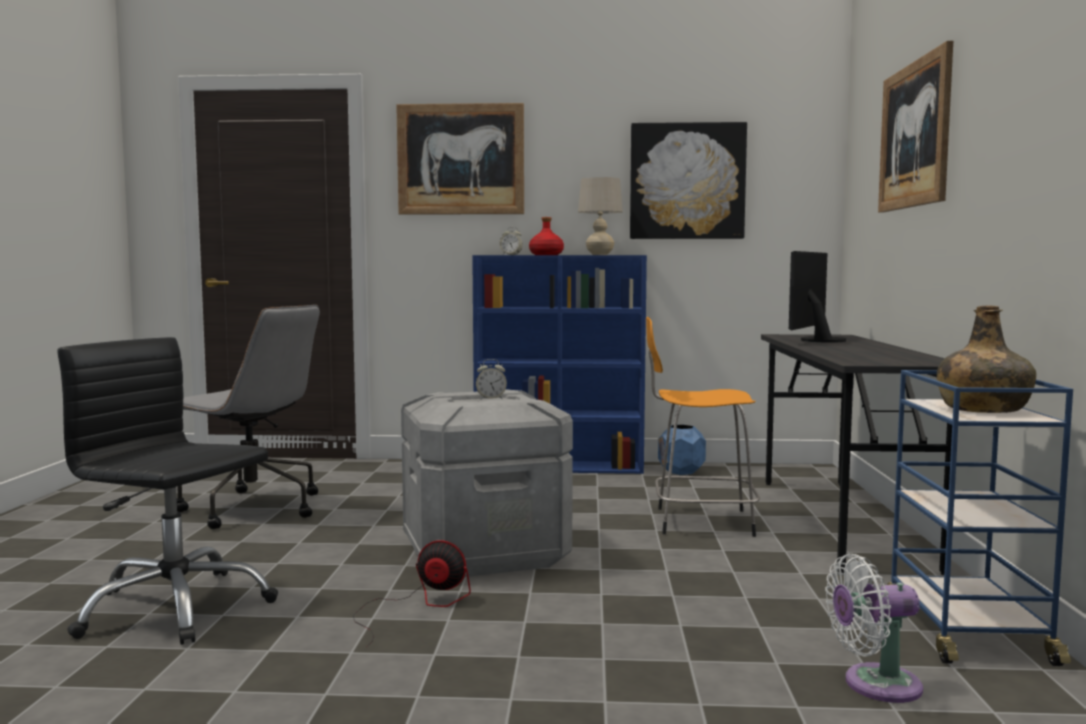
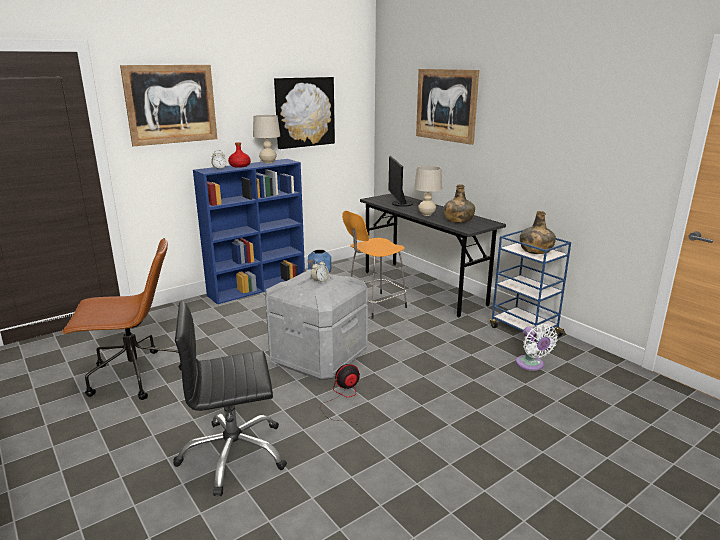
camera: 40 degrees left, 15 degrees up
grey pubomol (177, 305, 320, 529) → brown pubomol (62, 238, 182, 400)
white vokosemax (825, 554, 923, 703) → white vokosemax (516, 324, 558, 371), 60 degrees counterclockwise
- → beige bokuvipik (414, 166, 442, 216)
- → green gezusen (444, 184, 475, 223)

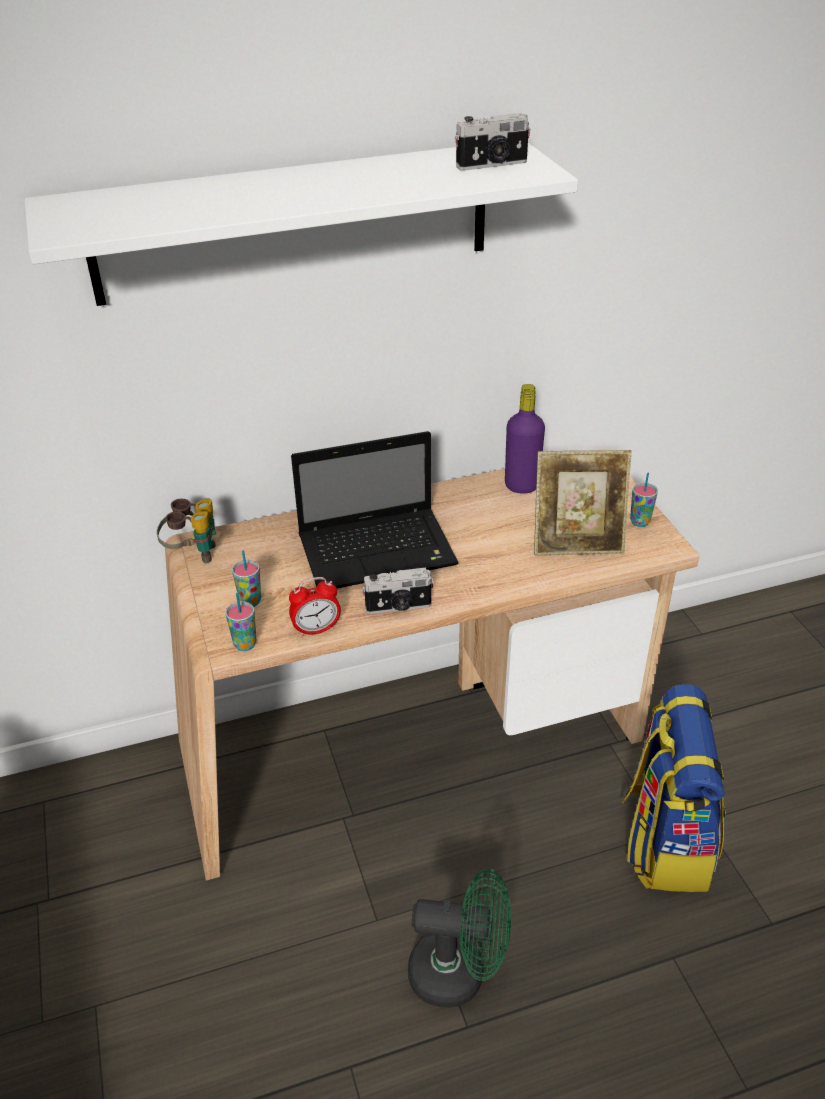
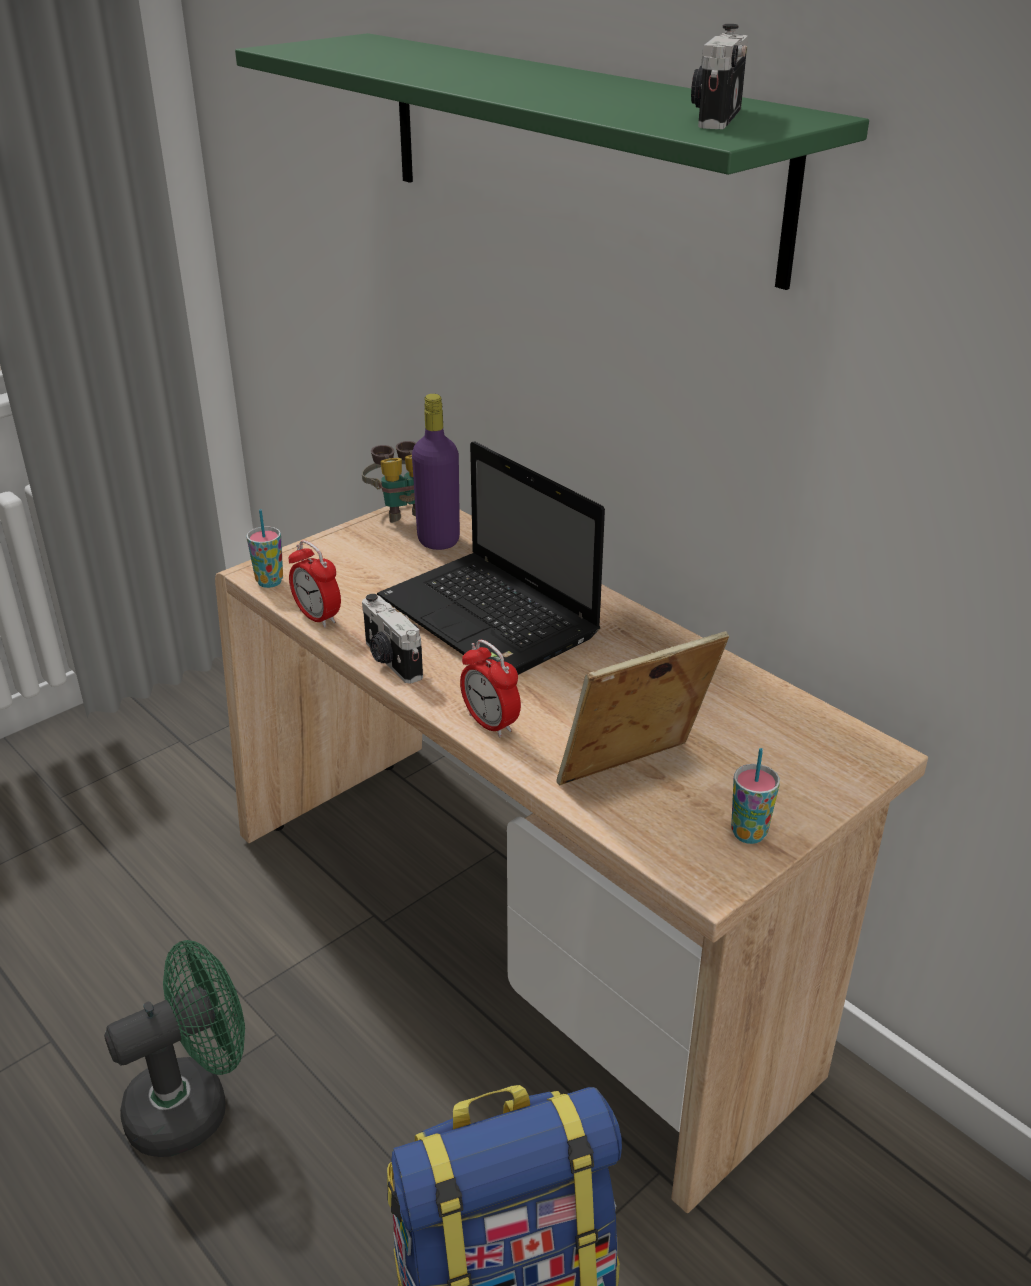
camera: 65 degrees right, 5 degrees down
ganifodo (455, 113, 531, 171) → ganifodo (691, 24, 748, 129), 60 degrees clockwise
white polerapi (25, 143, 578, 306) → green polerapi (235, 33, 869, 290)
purple gezusen (505, 384, 545, 494) → purple gezusen (412, 394, 460, 550), move
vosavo (534, 450, 632, 556) → vosavo (556, 631, 729, 786), 90 degrees clockwise
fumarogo (232, 550, 261, 607) → -
green vokosemax (408, 869, 511, 1008) → green vokosemax (104, 940, 245, 1157), 105 degrees counterclockwise
- → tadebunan (460, 640, 521, 737)

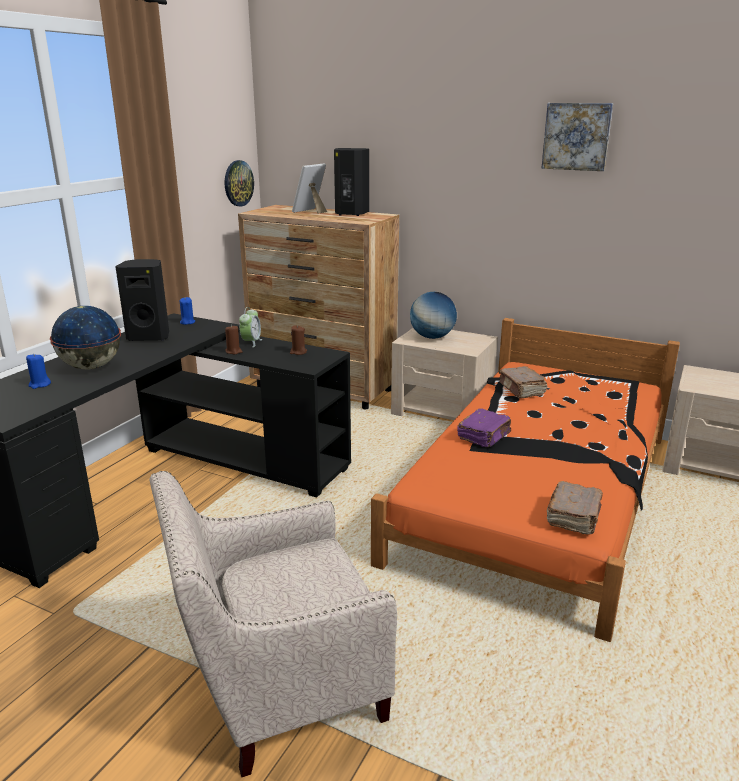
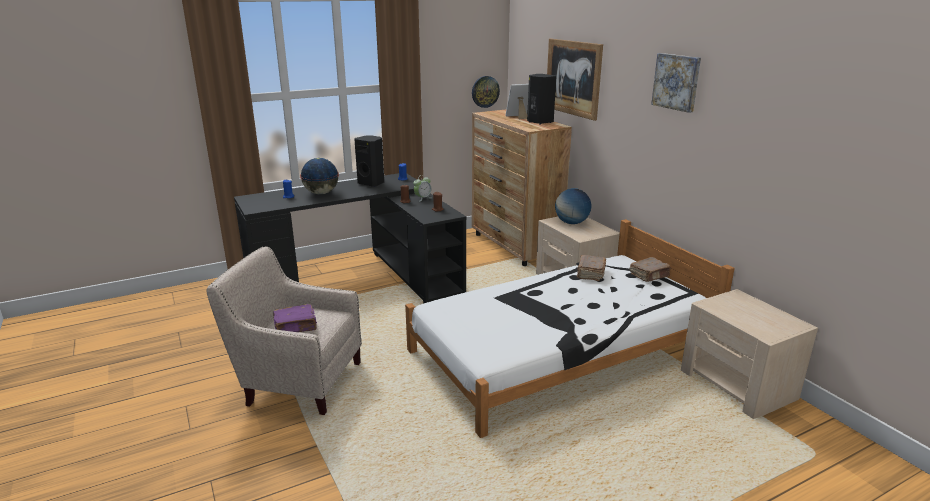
camera: 35 degrees right, 0 degrees up
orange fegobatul (371, 318, 680, 642) → white fegobatul (405, 219, 735, 438)
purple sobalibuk (457, 408, 511, 447) → purple sobalibuk (273, 304, 317, 332), move
brown sobalibuk (547, 481, 603, 535) → brown sobalibuk (630, 257, 671, 282), move
- → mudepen (547, 39, 603, 121)

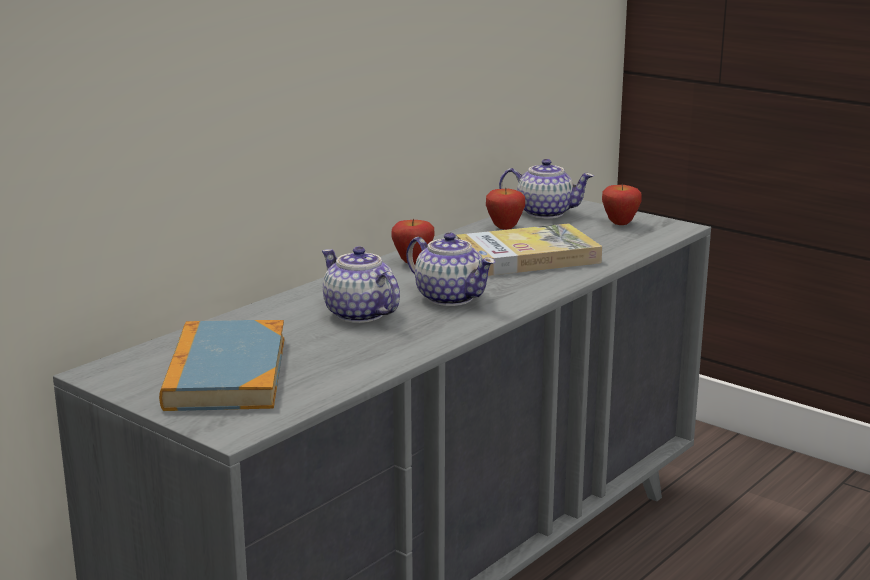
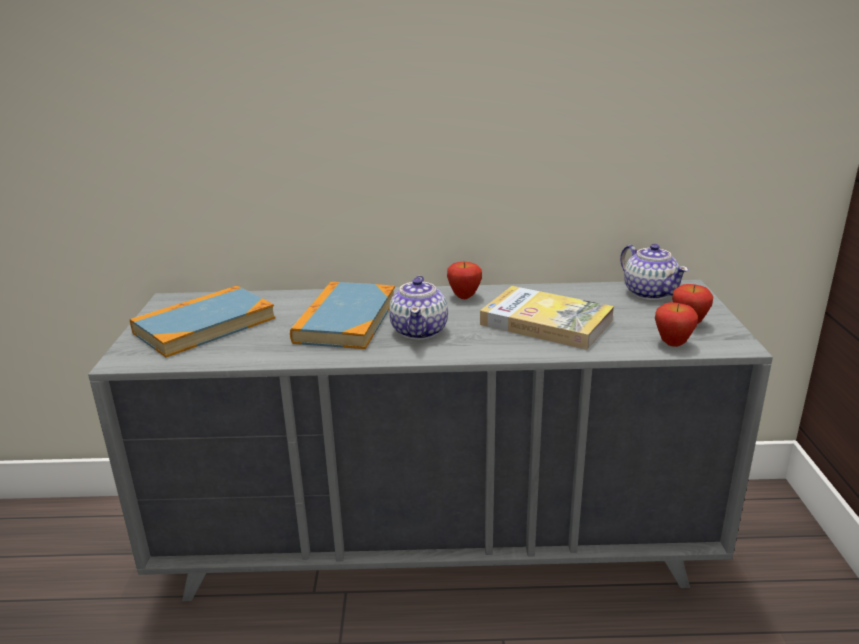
camera: 50 degrees right, 5 degrees up
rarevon (486, 187, 525, 230) → rarevon (655, 302, 698, 347), move
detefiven (322, 246, 400, 323) → sobalibuk (290, 282, 395, 349)

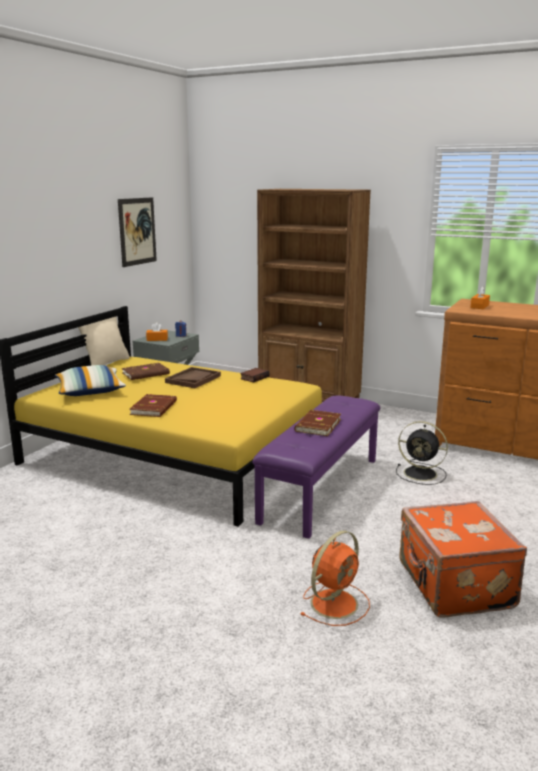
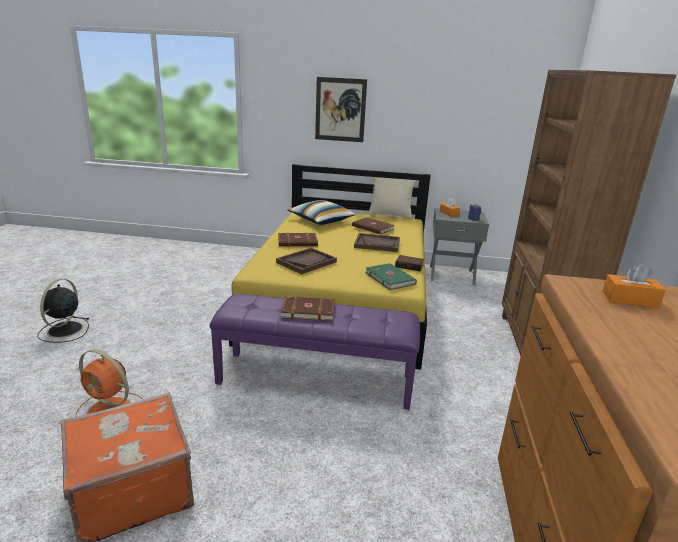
camera: 70 degrees right, 5 degrees up
mudepen (118, 197, 157, 267) → mudepen (315, 77, 367, 142), move
black vokosemax (396, 421, 448, 485) → black vokosemax (38, 279, 90, 343), move
- → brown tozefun (276, 248, 337, 274)
- → green sobalibuk (365, 263, 417, 290)

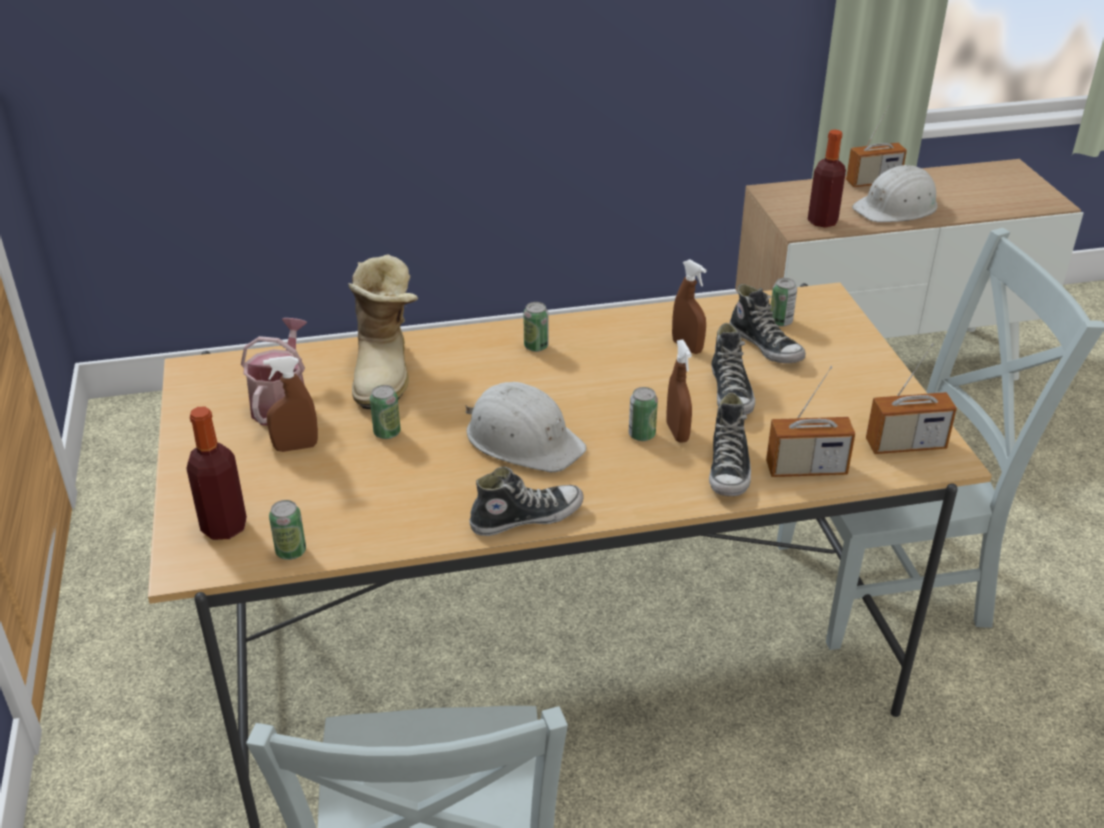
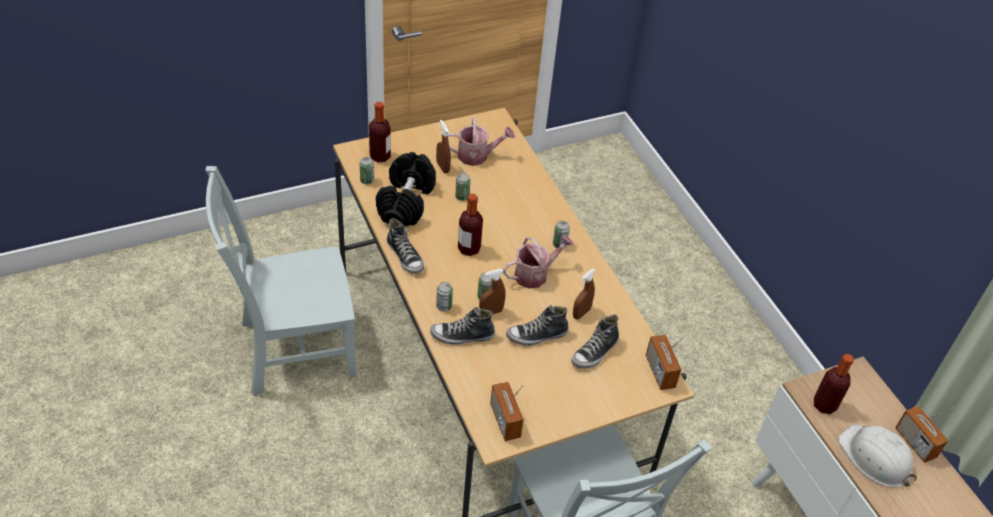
camera: 75 degrees right, 10 degrees up
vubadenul (348, 254, 418, 409) → -
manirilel (770, 278, 797, 327) → manirilel (436, 282, 453, 311), move
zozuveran (766, 366, 855, 477) → zozuveran (646, 334, 685, 390), move
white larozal (466, 382, 587, 472) → gezusen (458, 194, 483, 256)
- → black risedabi (376, 152, 436, 226)
- → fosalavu (503, 235, 574, 288)

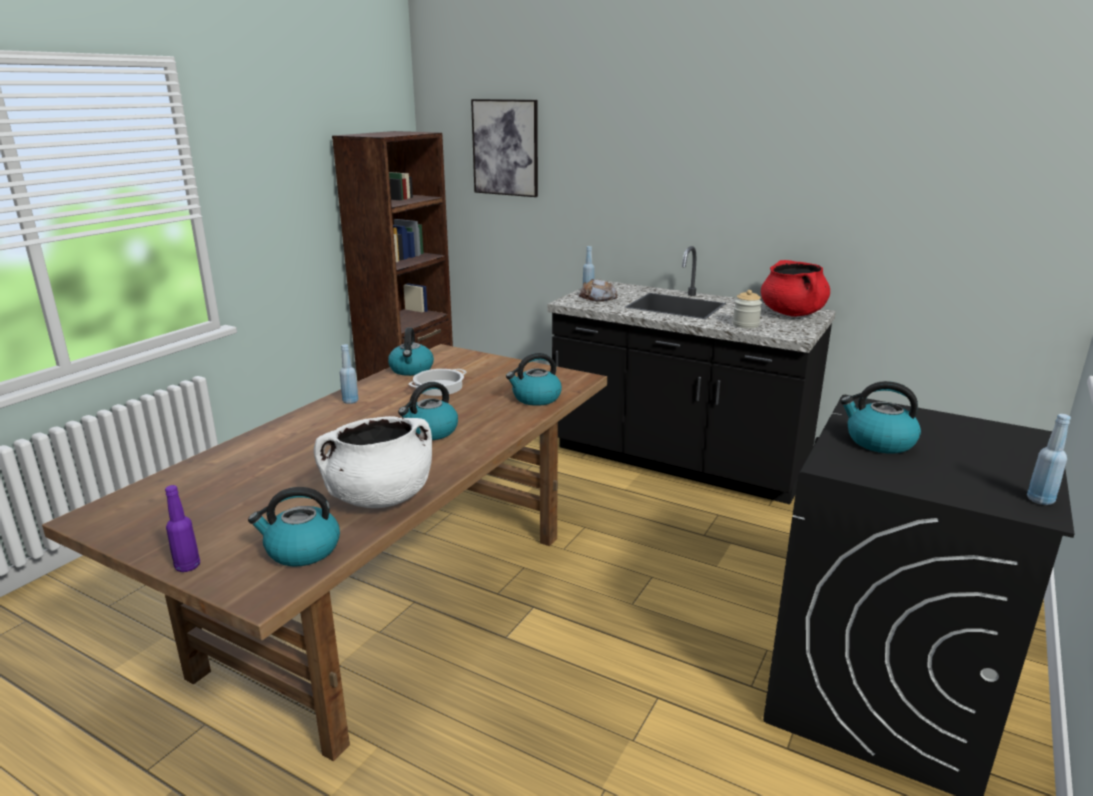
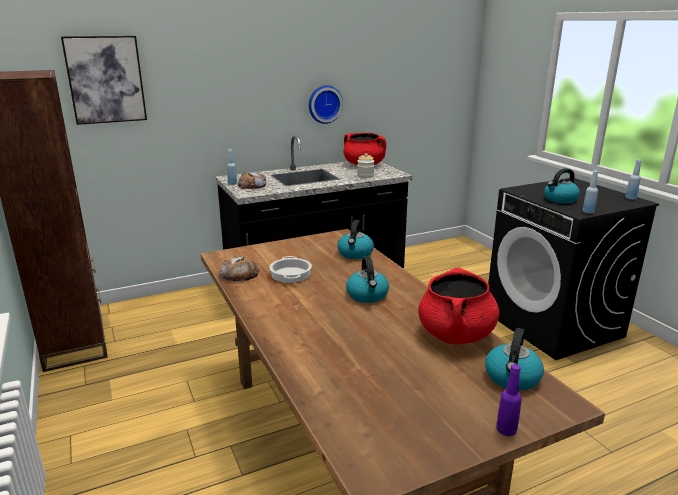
camera: 55 degrees left, 0 degrees up
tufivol (388, 328, 434, 376) → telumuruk (219, 256, 260, 282)
blue gezusen (340, 344, 359, 404) → blue gezusen (583, 171, 598, 214), move
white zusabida (314, 416, 432, 508) → red zusabida (418, 268, 500, 344)
- → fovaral (309, 85, 343, 124)

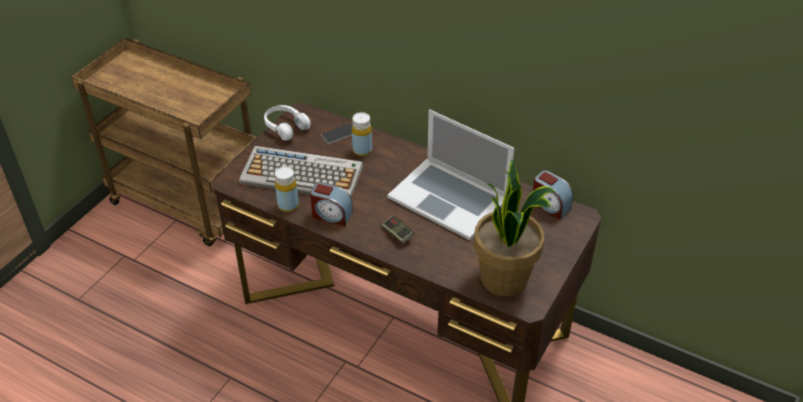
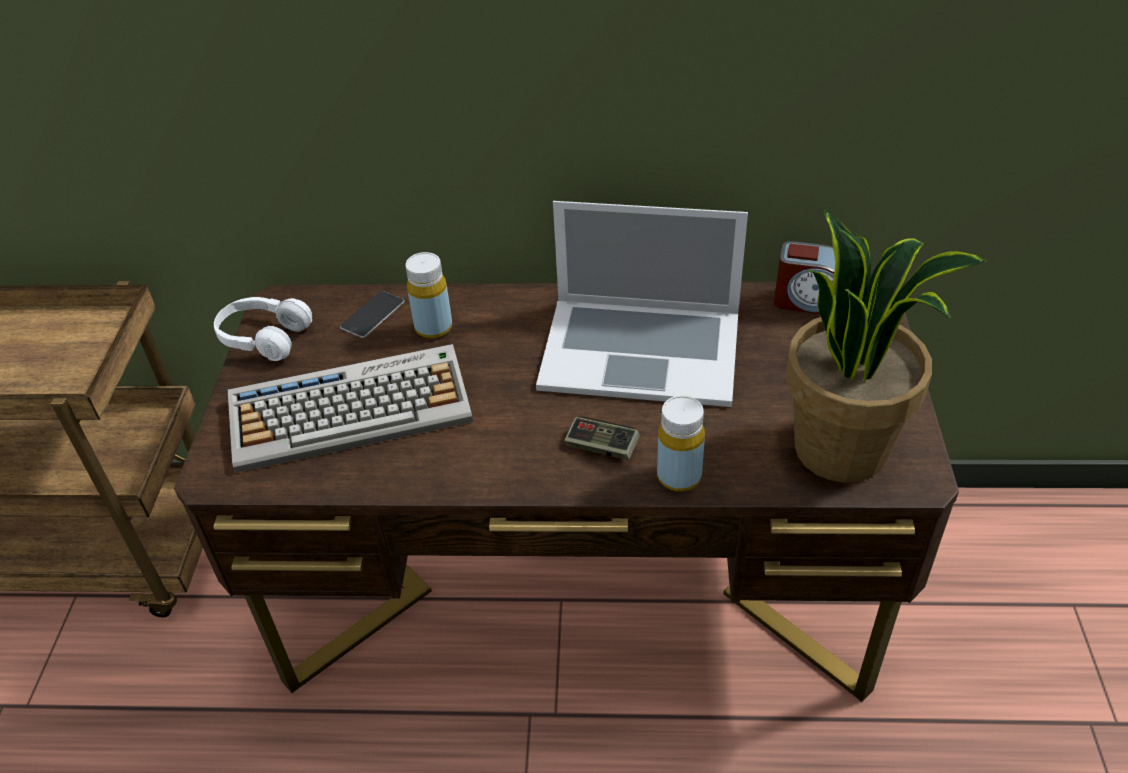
camera: 25 degrees left, 0 degrees up
yellow gezusen (275, 166, 299, 212) → yellow gezusen (657, 395, 705, 491), move
tadebunan (310, 182, 353, 226) → -

